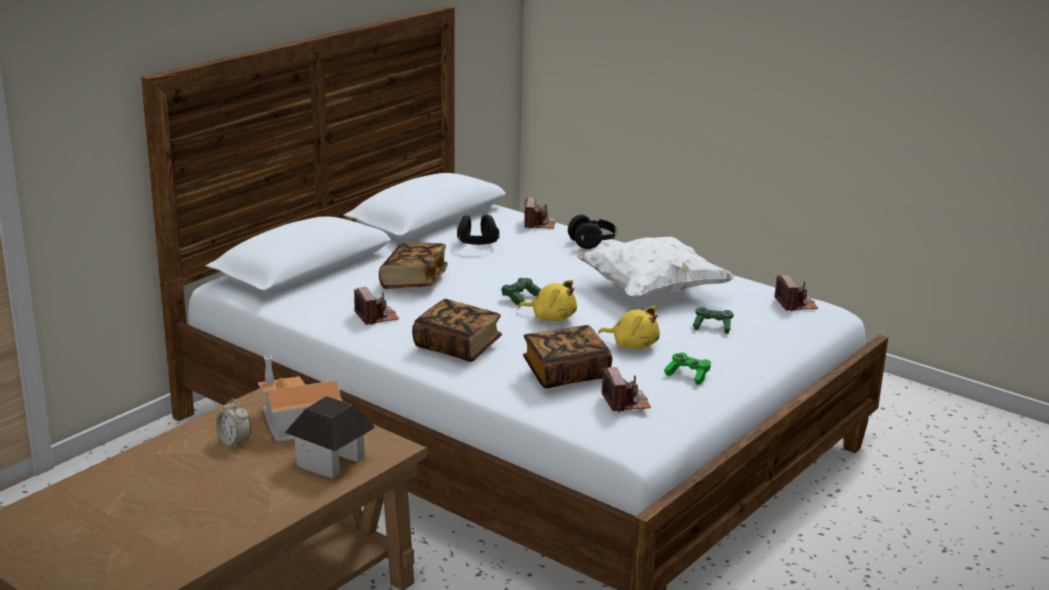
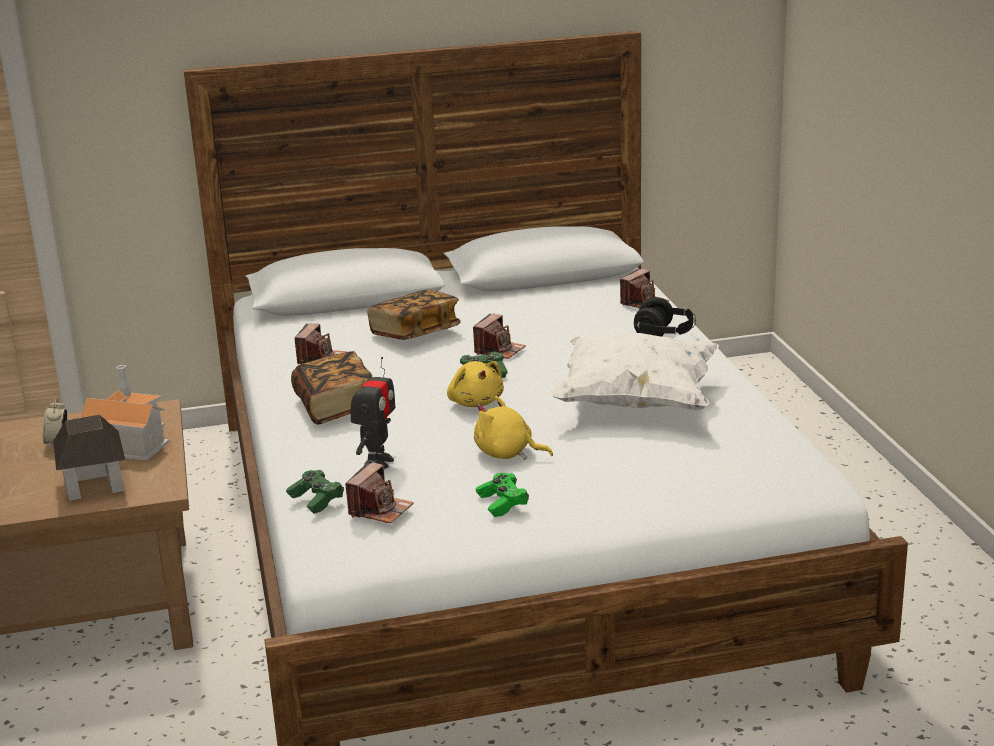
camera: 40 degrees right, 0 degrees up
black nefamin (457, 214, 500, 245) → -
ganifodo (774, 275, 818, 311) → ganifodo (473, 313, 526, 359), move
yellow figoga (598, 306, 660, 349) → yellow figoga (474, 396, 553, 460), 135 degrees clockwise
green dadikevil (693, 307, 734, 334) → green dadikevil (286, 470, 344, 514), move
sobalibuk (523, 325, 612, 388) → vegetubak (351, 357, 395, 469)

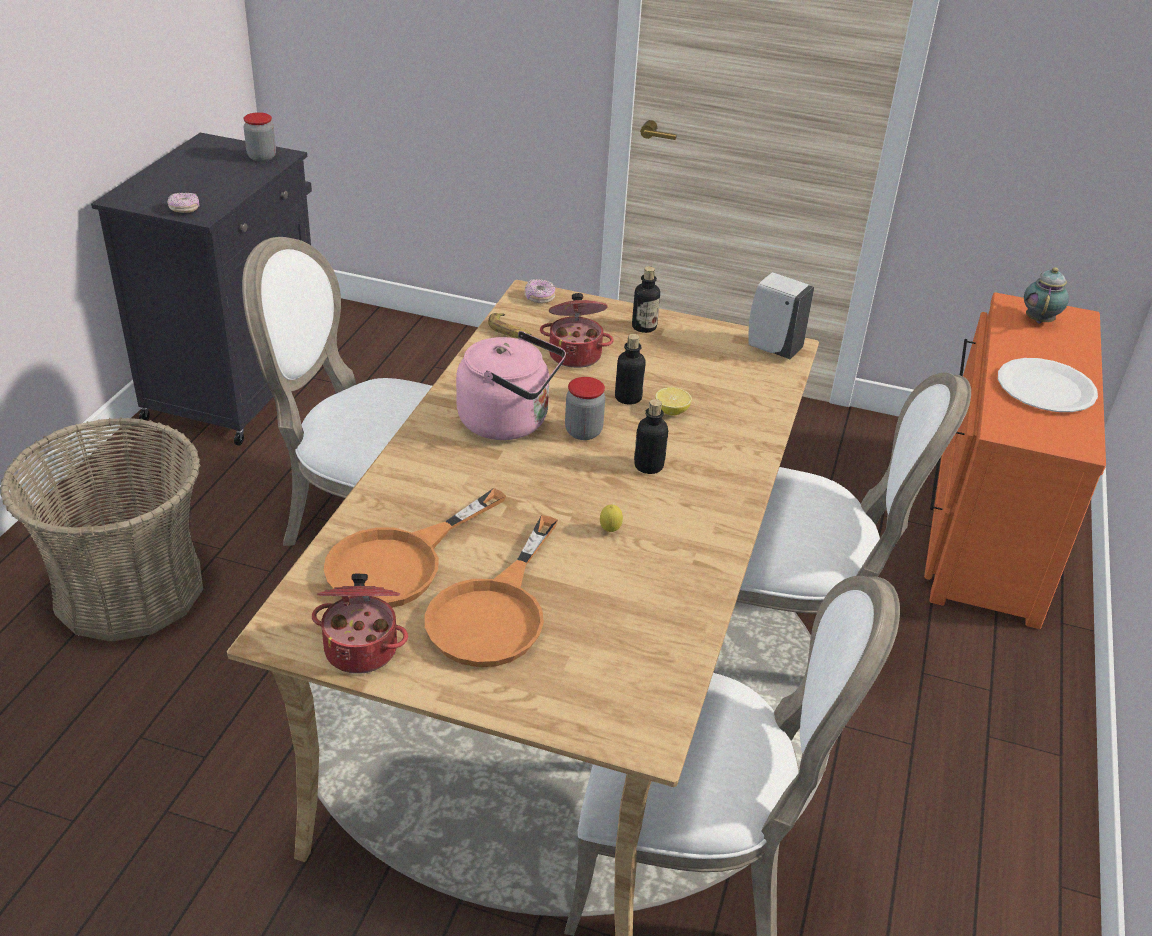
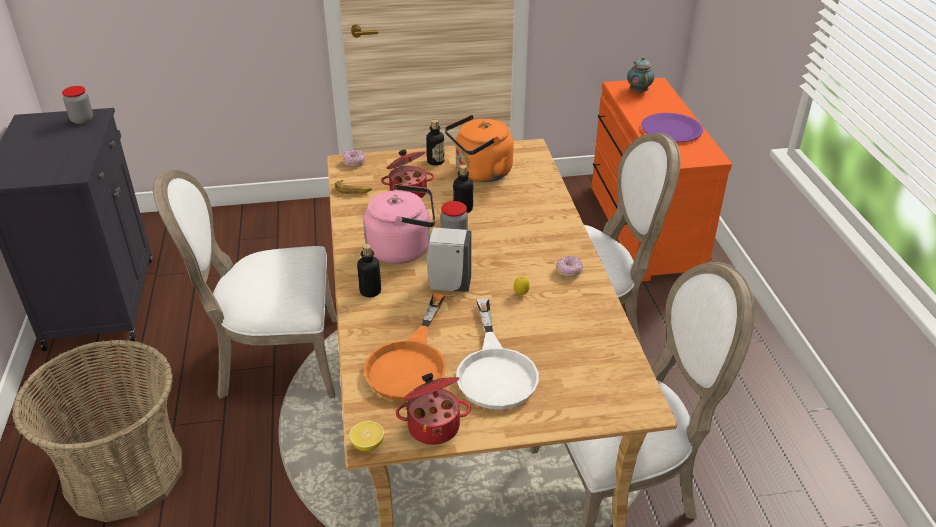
camera: 25 degrees left, 0 degrees up
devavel (168, 193, 200, 213) → devavel (556, 256, 583, 277), move
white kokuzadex (748, 272, 814, 359) → white kokuzadex (426, 227, 472, 292), move
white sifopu (998, 358, 1098, 412) → purple sifopu (641, 113, 703, 143)
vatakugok (655, 387, 692, 415) → vatakugok (349, 421, 384, 451), move
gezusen (634, 399, 668, 474) → gezusen (357, 244, 381, 297), move
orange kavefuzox (425, 515, 558, 667) → white kavefuzox (456, 298, 539, 410)
- → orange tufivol (445, 115, 514, 182)

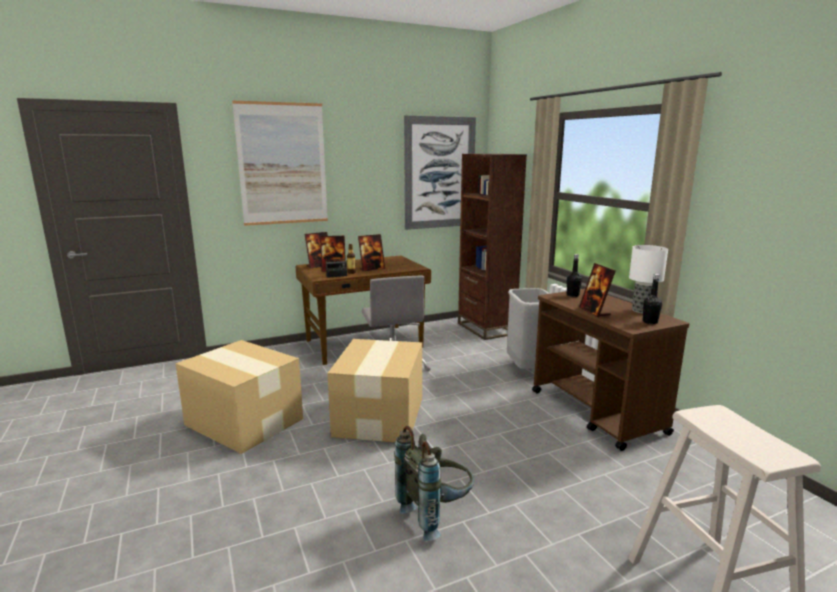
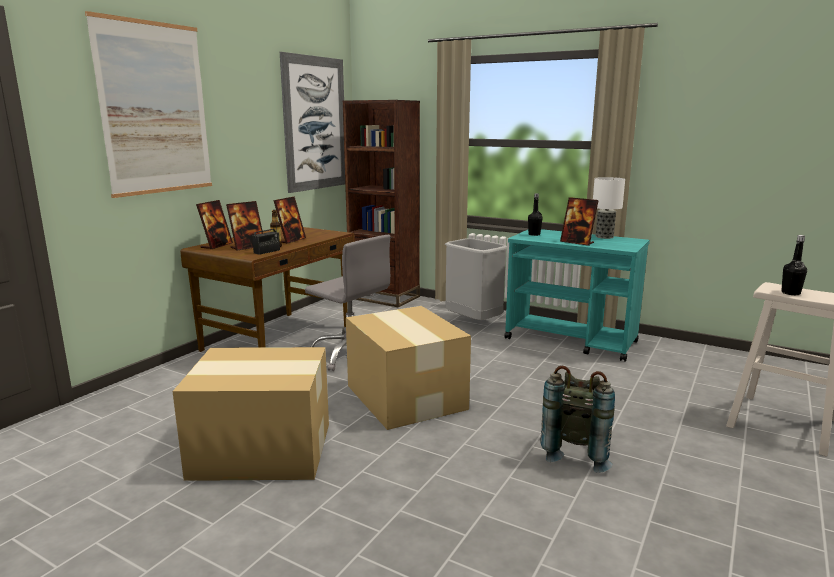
camera: 35 degrees left, 0 degrees up
black gezusen (643, 274, 662, 324) → black gezusen (781, 235, 807, 295), move
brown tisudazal (532, 289, 690, 451) → turquoise tisudazal (504, 229, 650, 362)

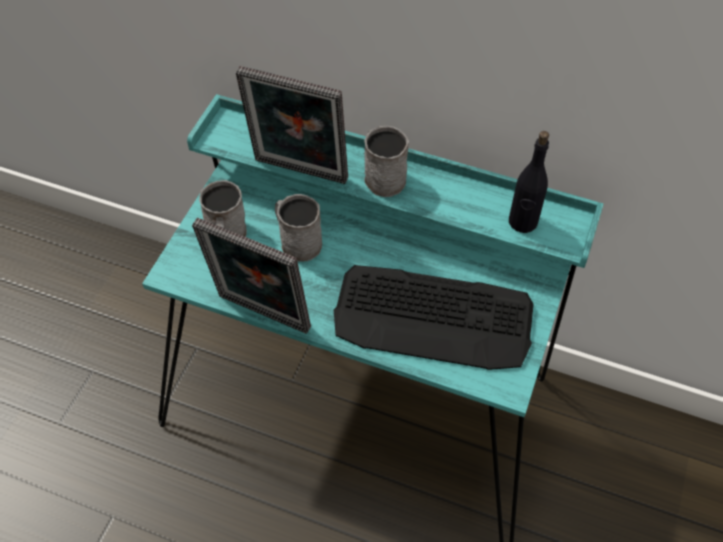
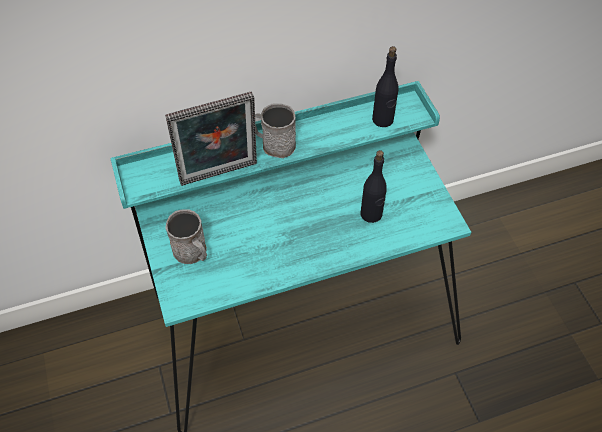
camera: 40 degrees left, 0 degrees up
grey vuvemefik (275, 194, 322, 262) → -
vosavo (192, 218, 311, 334) → -
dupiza (334, 265, 534, 370) → black gezusen (360, 150, 387, 223)

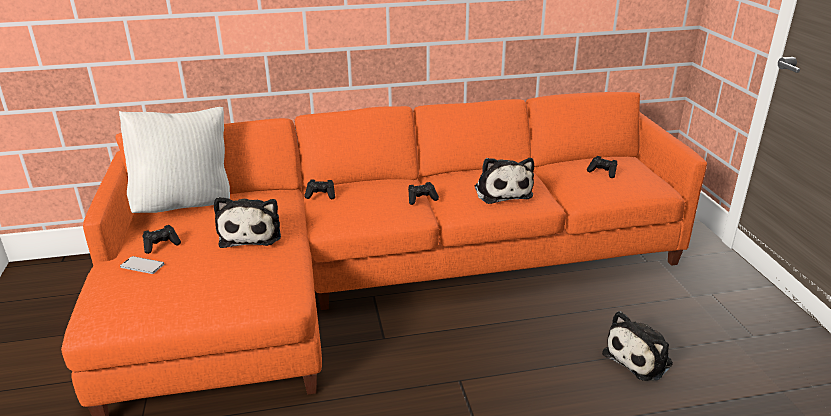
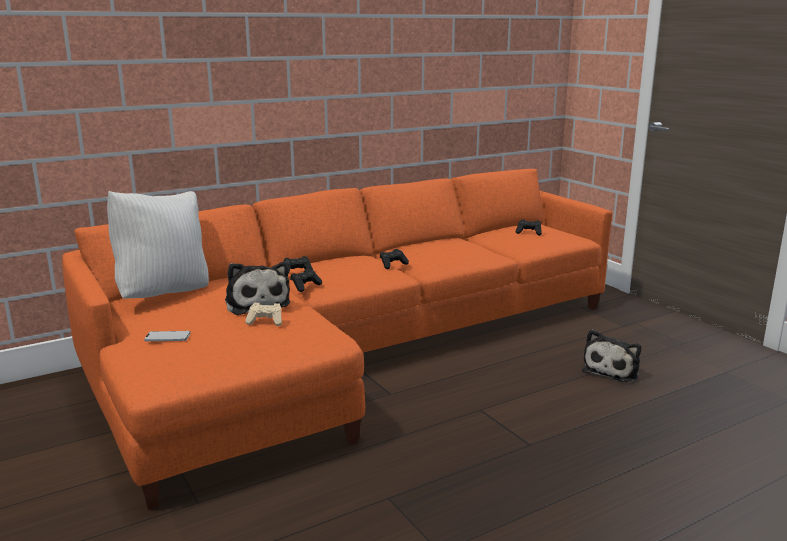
camera: 20 degrees left, 10 degrees down
figoga (475, 158, 534, 204) → -
black dadikevil (143, 225, 181, 254) → black dadikevil (290, 269, 322, 292), move
- → beige dadikevil (245, 303, 282, 326)

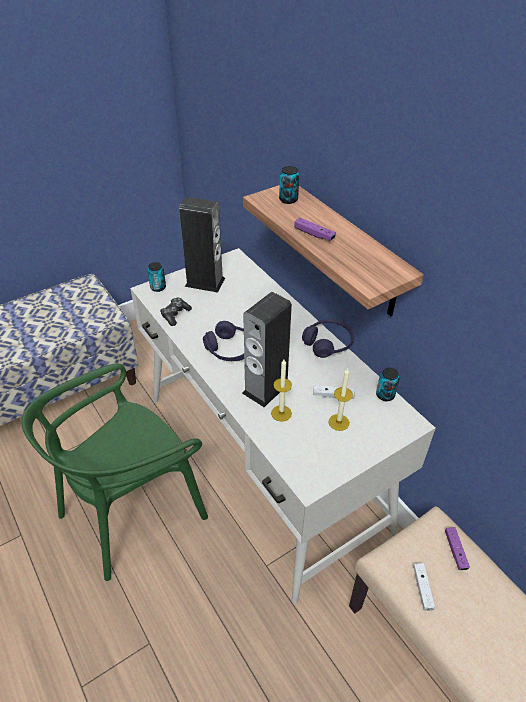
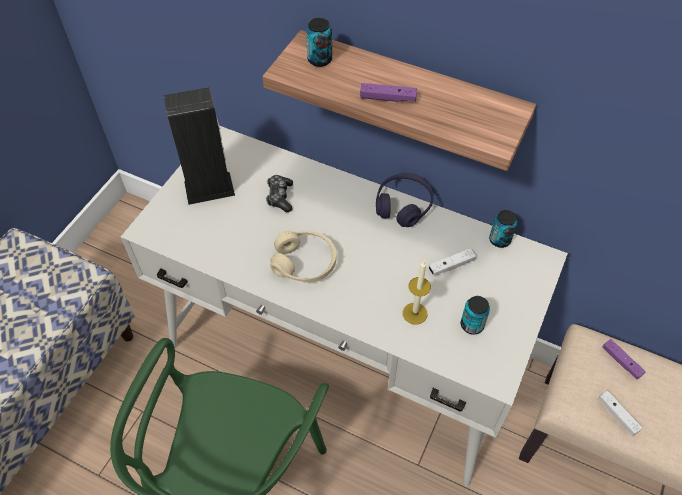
camera: 30 degrees left, 10 degrees up
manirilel (147, 262, 166, 292) → manirilel (461, 296, 490, 335), move
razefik (242, 292, 292, 407) → -
dadikevil (160, 298, 192, 326) → dadikevil (266, 175, 293, 212), move
purple nefamin (203, 321, 244, 361) → beige nefamin (270, 231, 337, 282)
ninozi (328, 368, 353, 431) → -

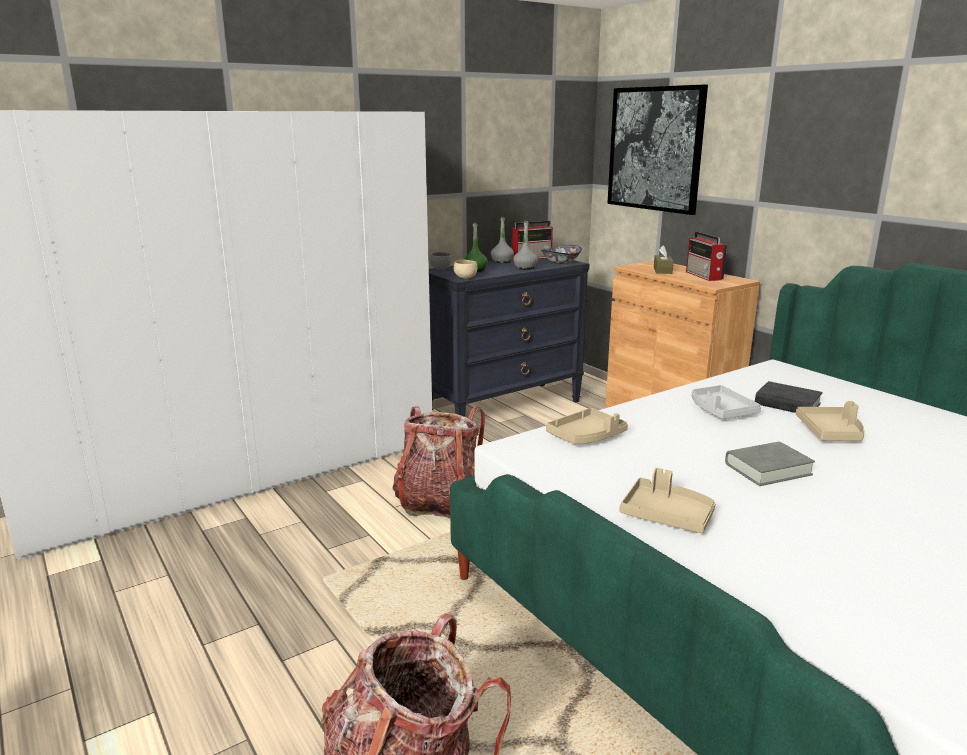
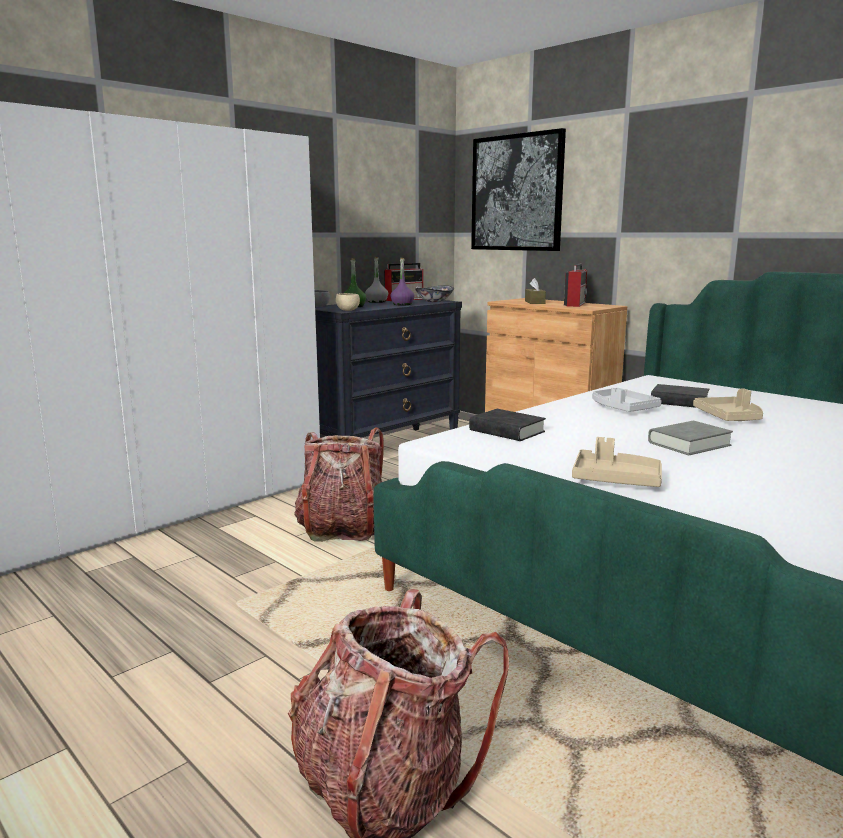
camera: 10 degrees left, 5 degrees down
grey gezusen (513, 221, 538, 270) → purple gezusen (390, 257, 414, 305)
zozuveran (686, 231, 727, 281) → zozuveran (564, 263, 587, 307), 135 degrees counterclockwise
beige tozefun (546, 408, 628, 444) → black sobalibuk (469, 409, 546, 441)

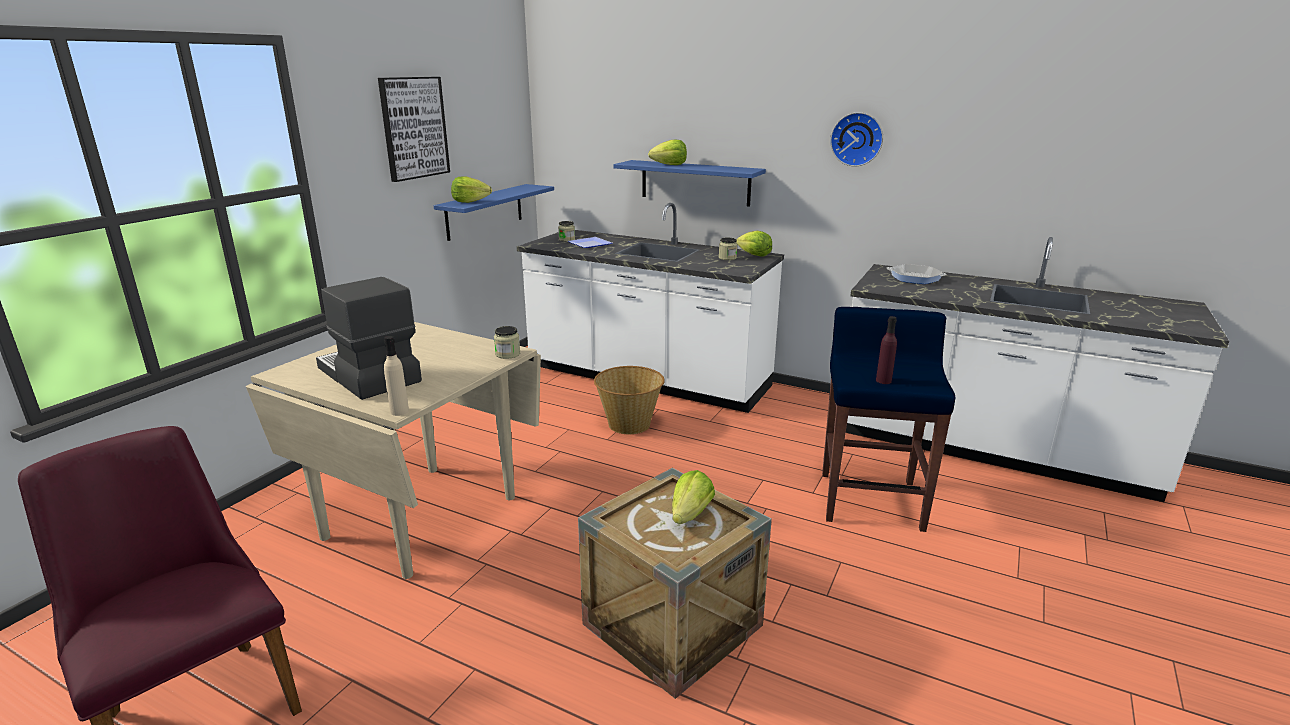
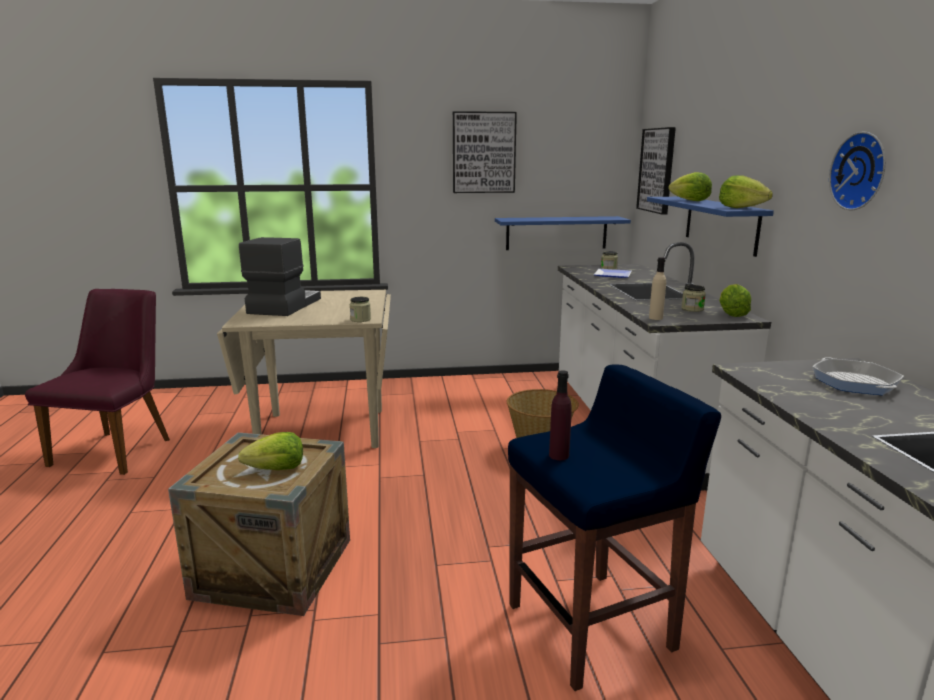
camera: 55 degrees right, 5 degrees down
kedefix (451, 177, 492, 203) → kedefix (719, 175, 773, 208), move
beige gezusen (384, 336, 409, 416) → beige gezusen (649, 257, 666, 320), move
- → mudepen (636, 127, 676, 215)

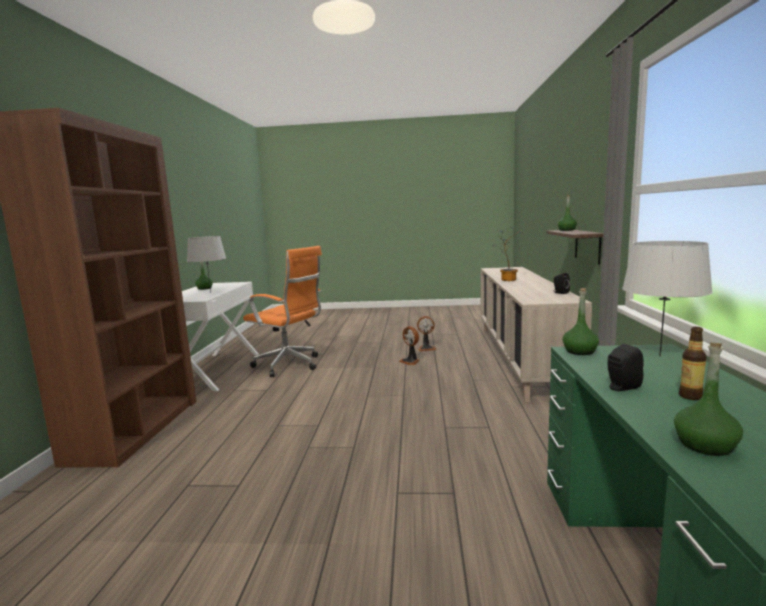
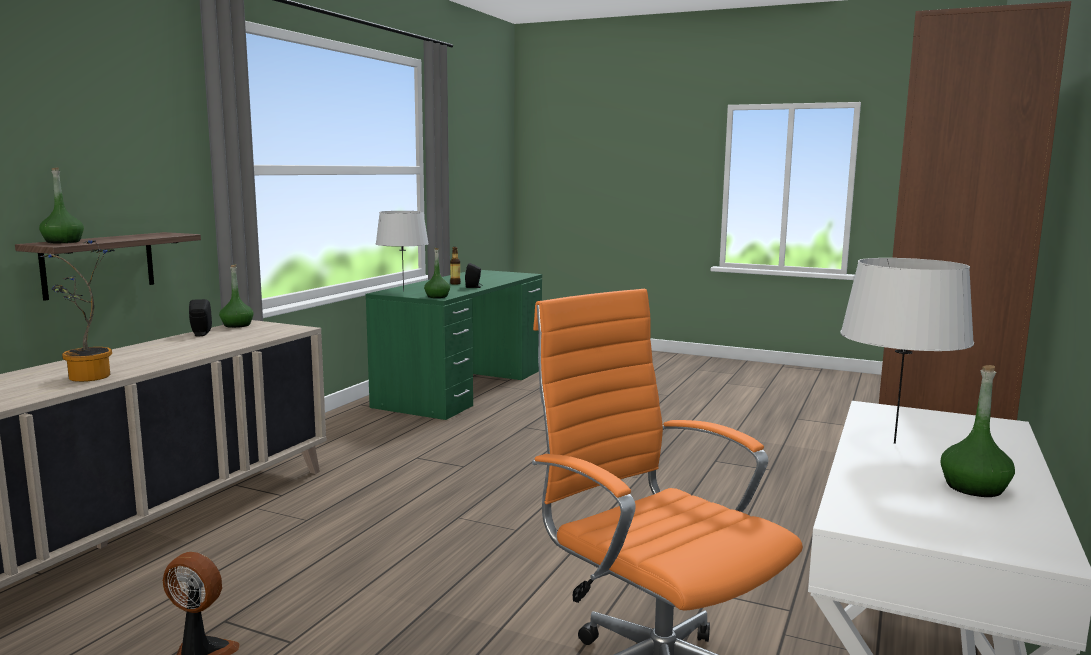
camera: 160 degrees left, 0 degrees up
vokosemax (399, 326, 419, 365) → -
green gezusen (674, 342, 743, 456) → green gezusen (219, 265, 254, 328), move

